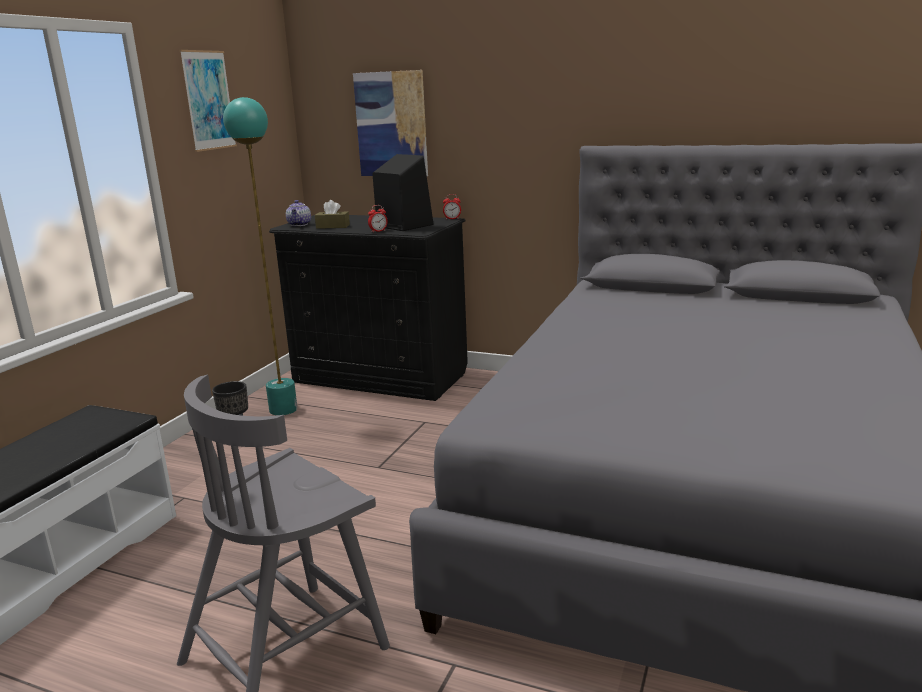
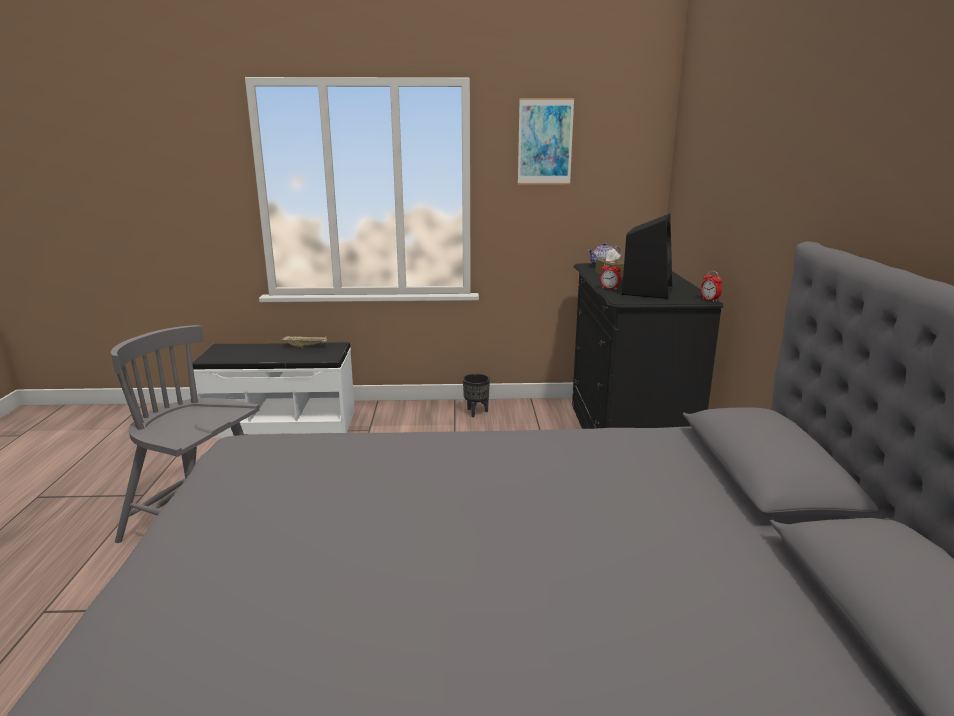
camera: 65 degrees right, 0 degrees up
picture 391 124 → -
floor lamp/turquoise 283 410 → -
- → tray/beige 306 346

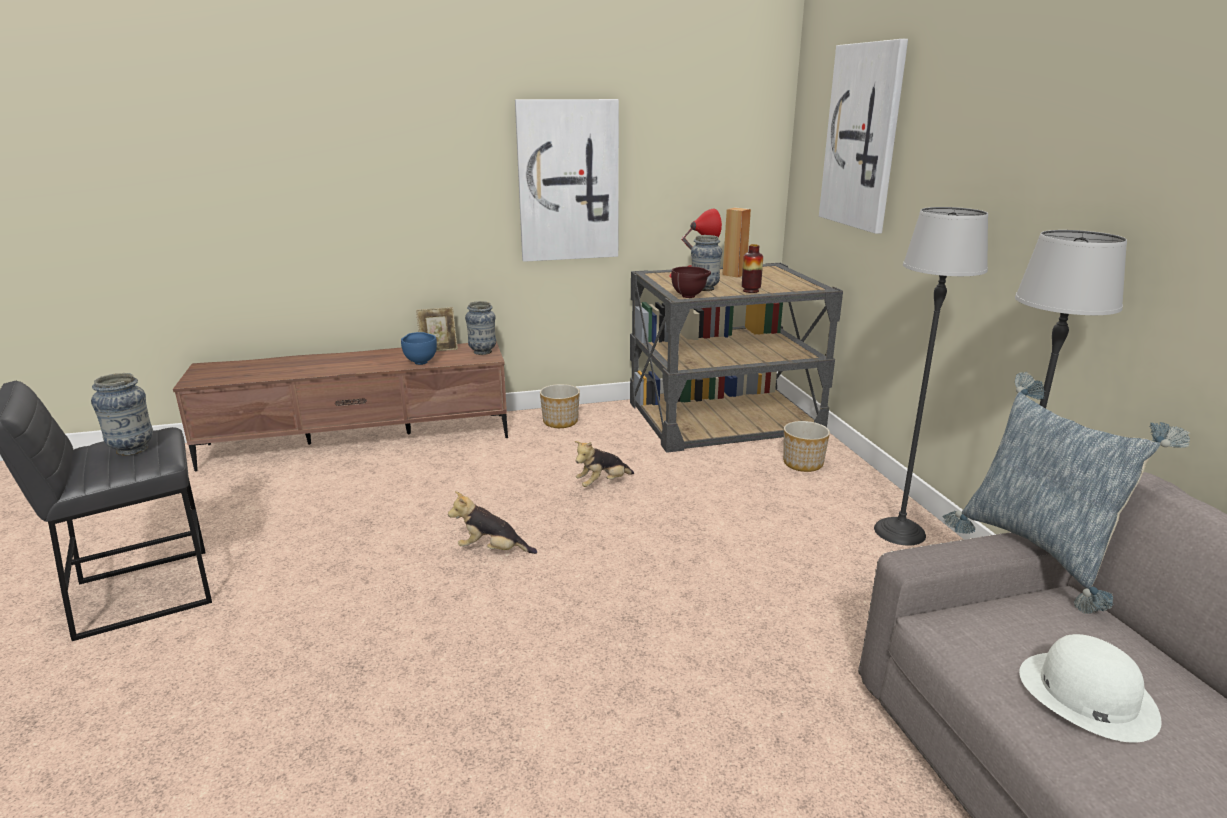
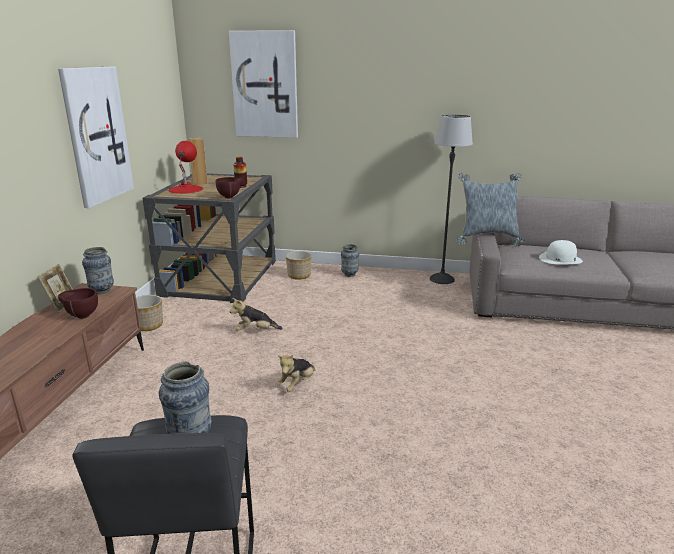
camera: 65 degrees left, 0 degrees up
floor lamp 900 532 → -
vase 704 289 → vase 349 275, relocated
bowl/blue 420 362 → bowl/brown 81 316
plush toy 602 483 → plush toy 255 331, 90 degrees clockwise

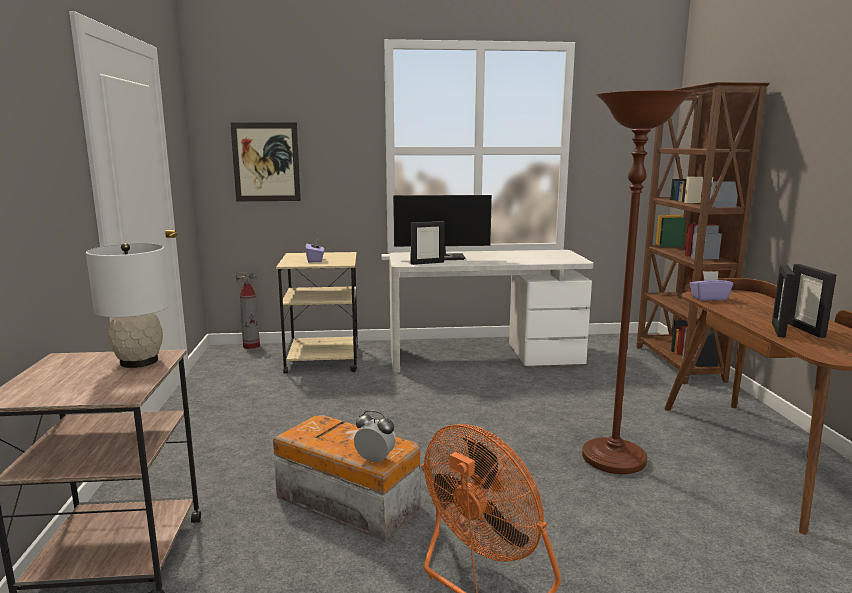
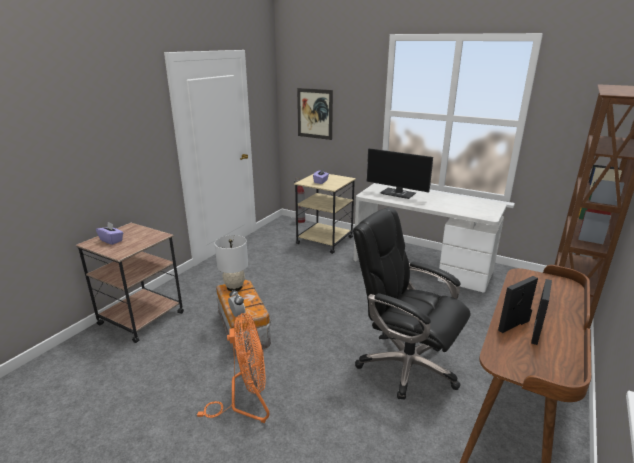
camera: 35 degrees right, 10 degrees up
floor lamp/brown 613 459 → office chair/black 405 365
picture frame 427 263 → -
table lamp/white 139 361 → table lamp/white 234 287, relocated
tissue box/purple 709 298 → tissue box/purple 111 240, relocated

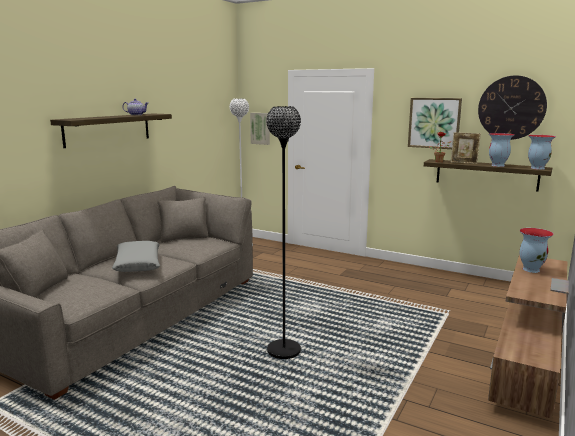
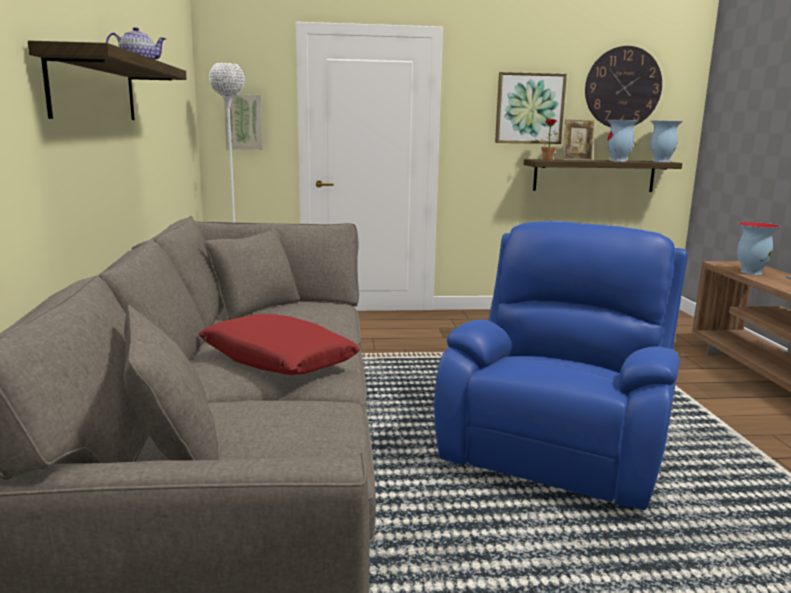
camera: 35 degrees left, 0 degrees up
floor lamp/black 284 351 → armchair/blue 557 449
pillow/grey 137 264 → pillow/red 277 359

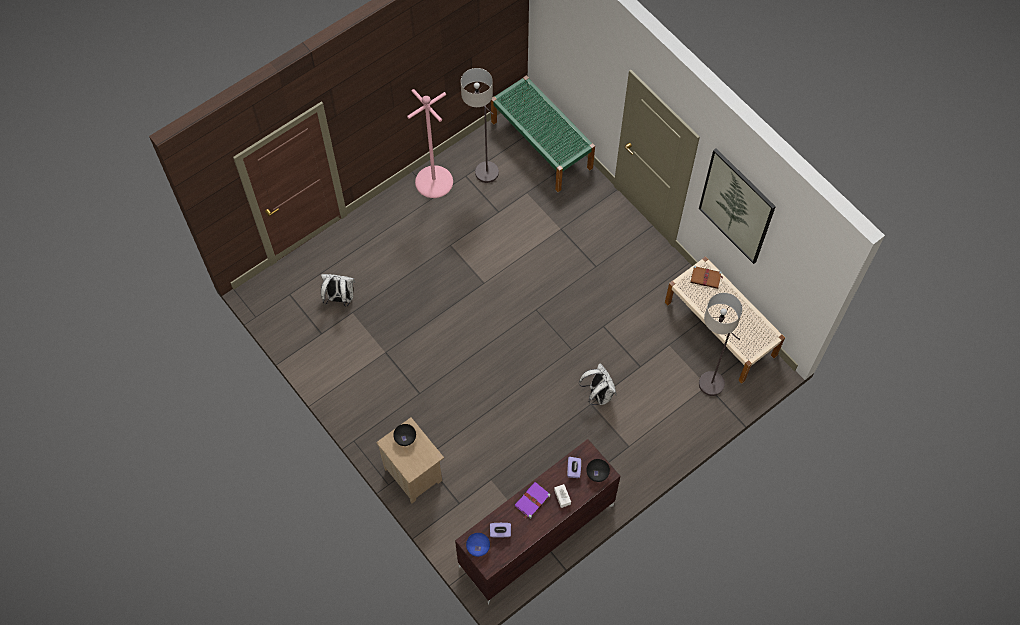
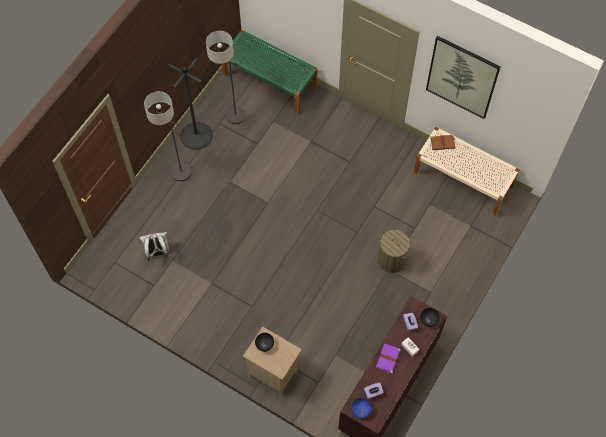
camera: 20 degrees left, 0 degrees up
clothes rack/pink 434 181 → clothes rack/black 196 135
floor lamp/grey 705 379 → floor lamp/grey 175 170, relocated
backpack/white 598 394 → laundry basket 391 260

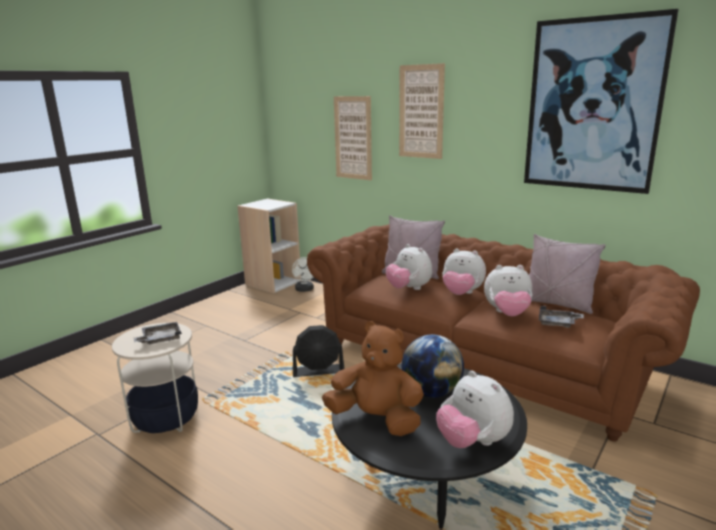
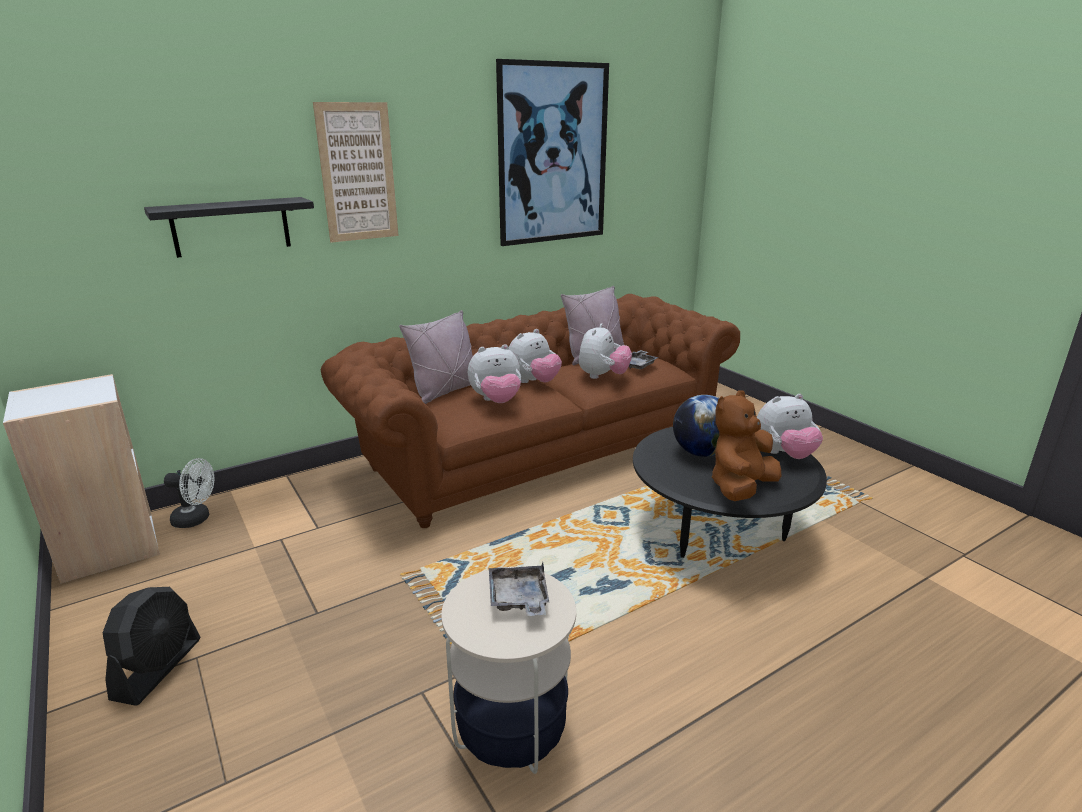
camera: 70 degrees left, 5 degrees up
picture 353 138 → shelf/black 231 226
fan/black 318 371 → fan/black 158 668, relocated

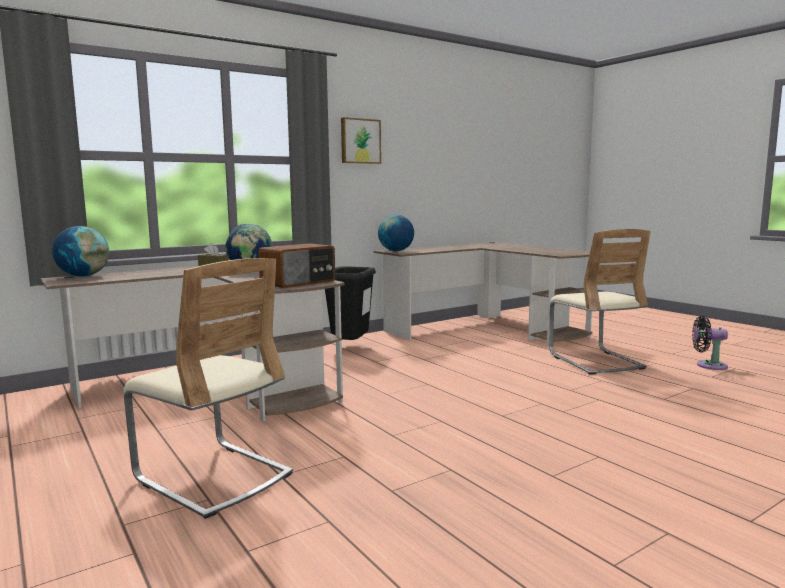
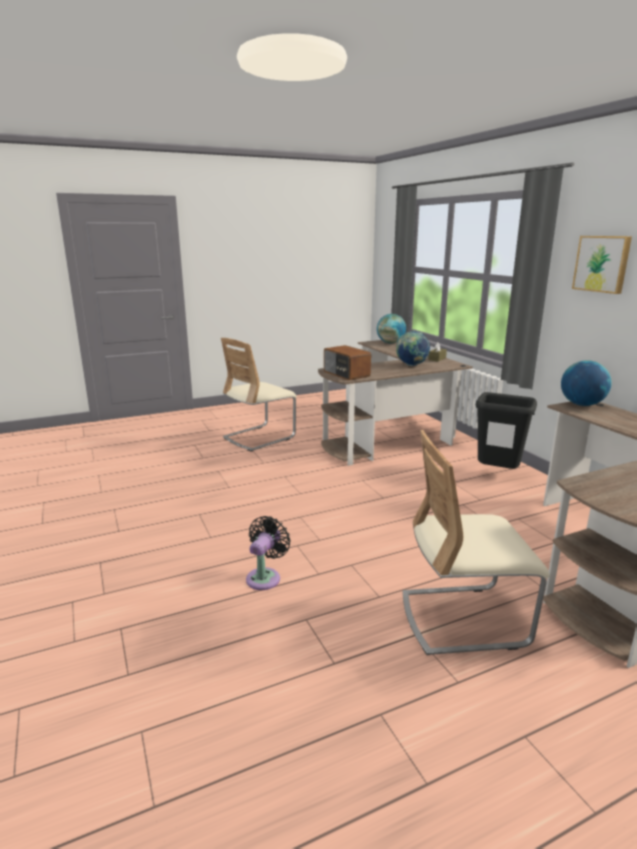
camera: 100 degrees right, 10 degrees up
fan/black 708 365 → fan/black 265 577, relocated

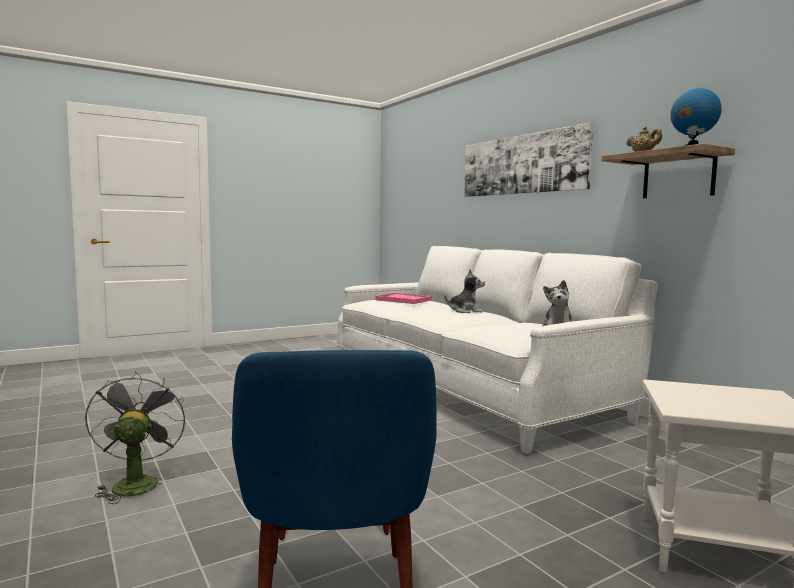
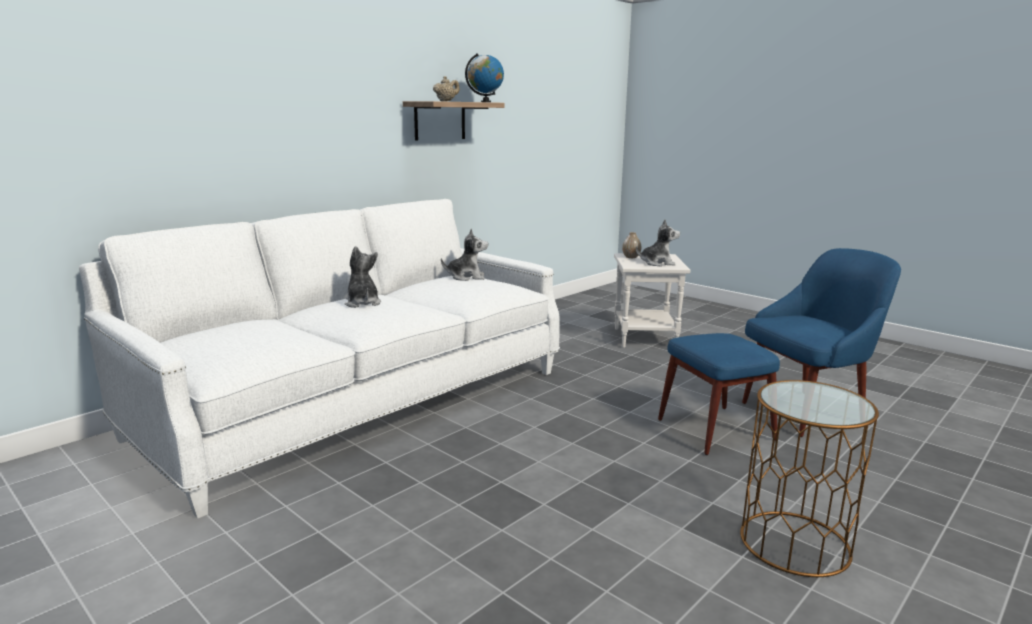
camera: 105 degrees left, 10 degrees up
picture 521 165 → -
tray/pink 403 300 → -
fan/grey 135 483 → side table/brown 795 543
- → plush toy 657 263
- → vase 631 257

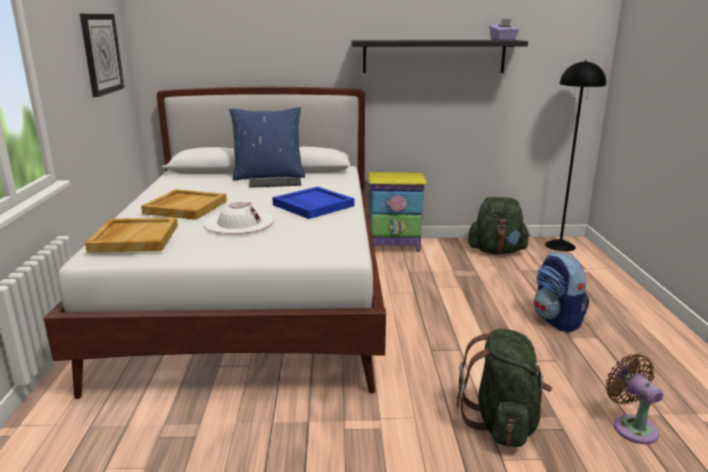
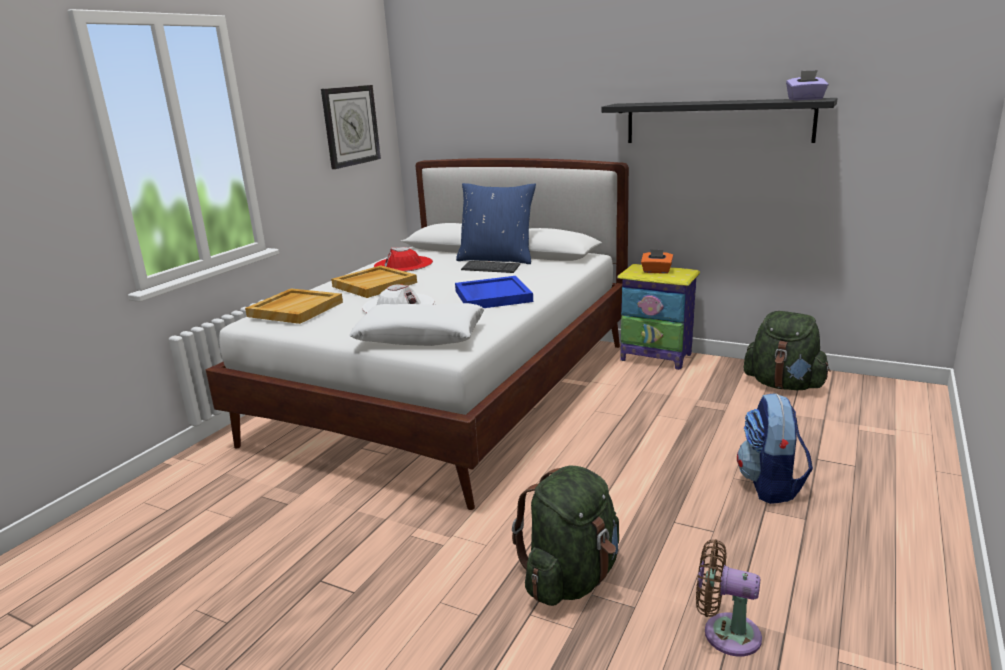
camera: 30 degrees right, 0 degrees up
floor lamp/black 560 245 → -
fan/brown 631 426 → fan/brown 725 633, 75 degrees counterclockwise
- → hat/red 403 264
- → tissue box/orange 656 271
- → pillow/white 420 336

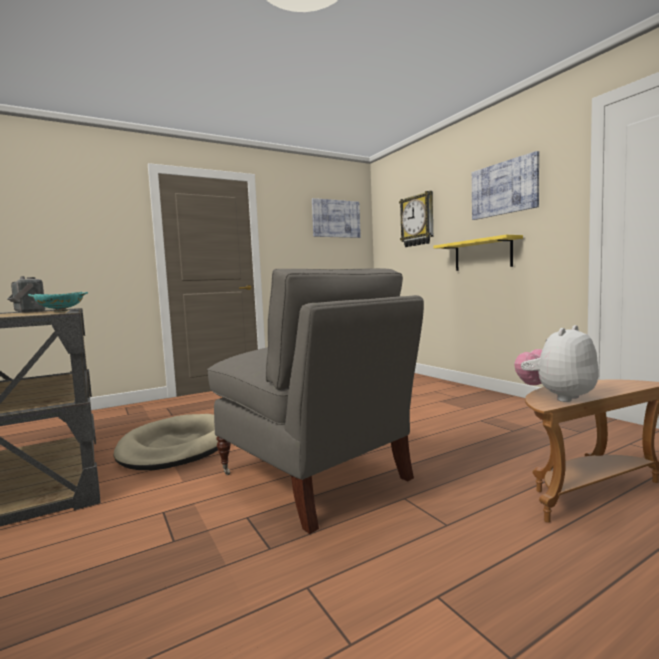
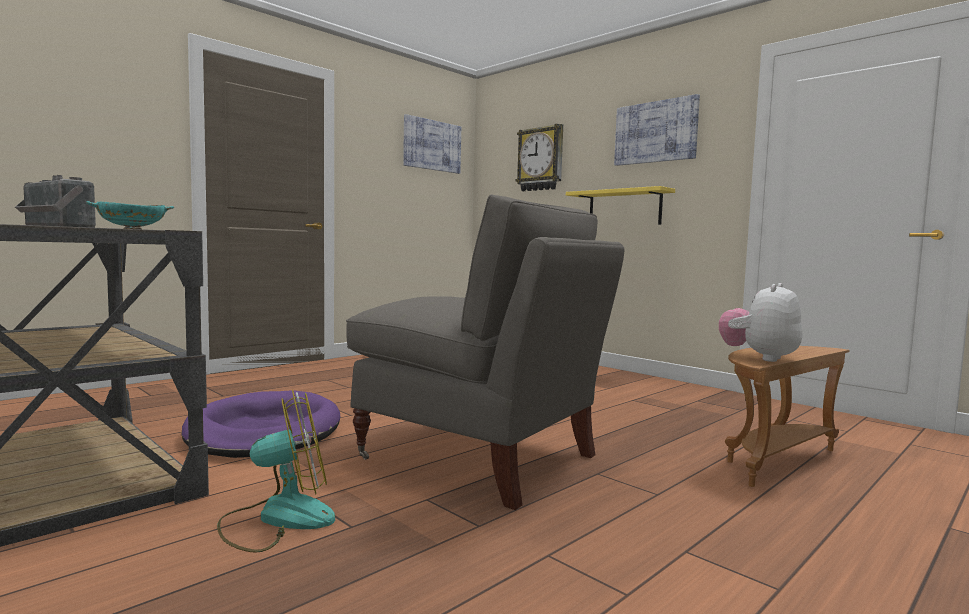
camera: 15 degrees left, 0 degrees up
dog bed/beige 176 447 → dog bed/purple 264 431
- → fan 278 518

